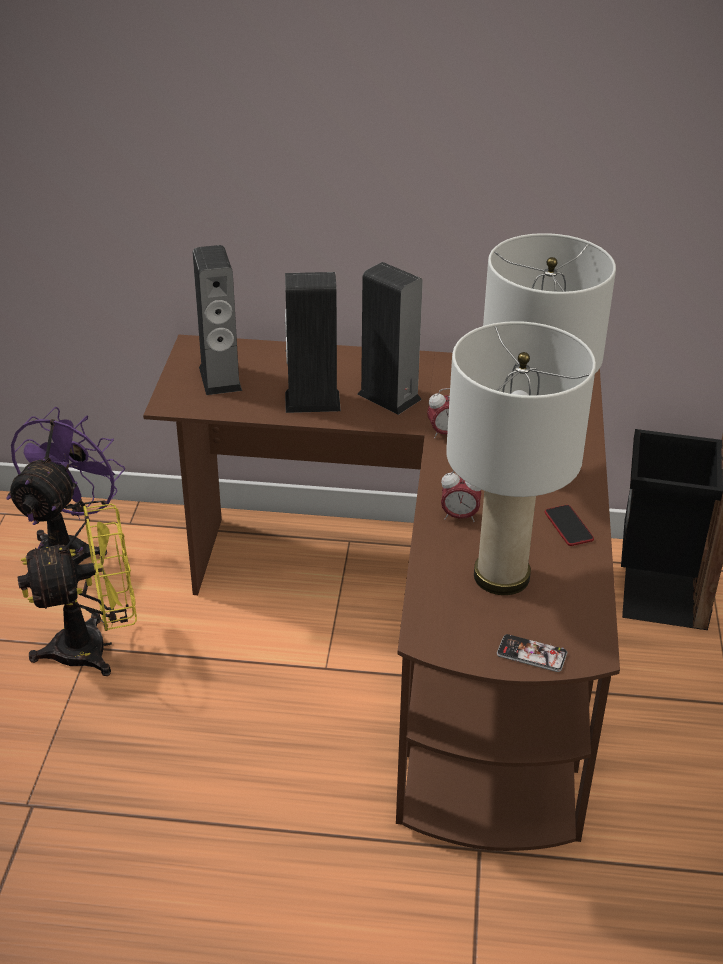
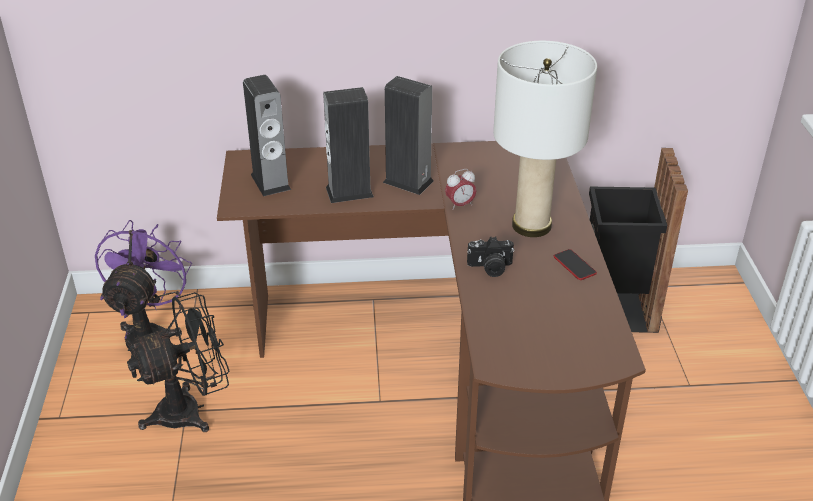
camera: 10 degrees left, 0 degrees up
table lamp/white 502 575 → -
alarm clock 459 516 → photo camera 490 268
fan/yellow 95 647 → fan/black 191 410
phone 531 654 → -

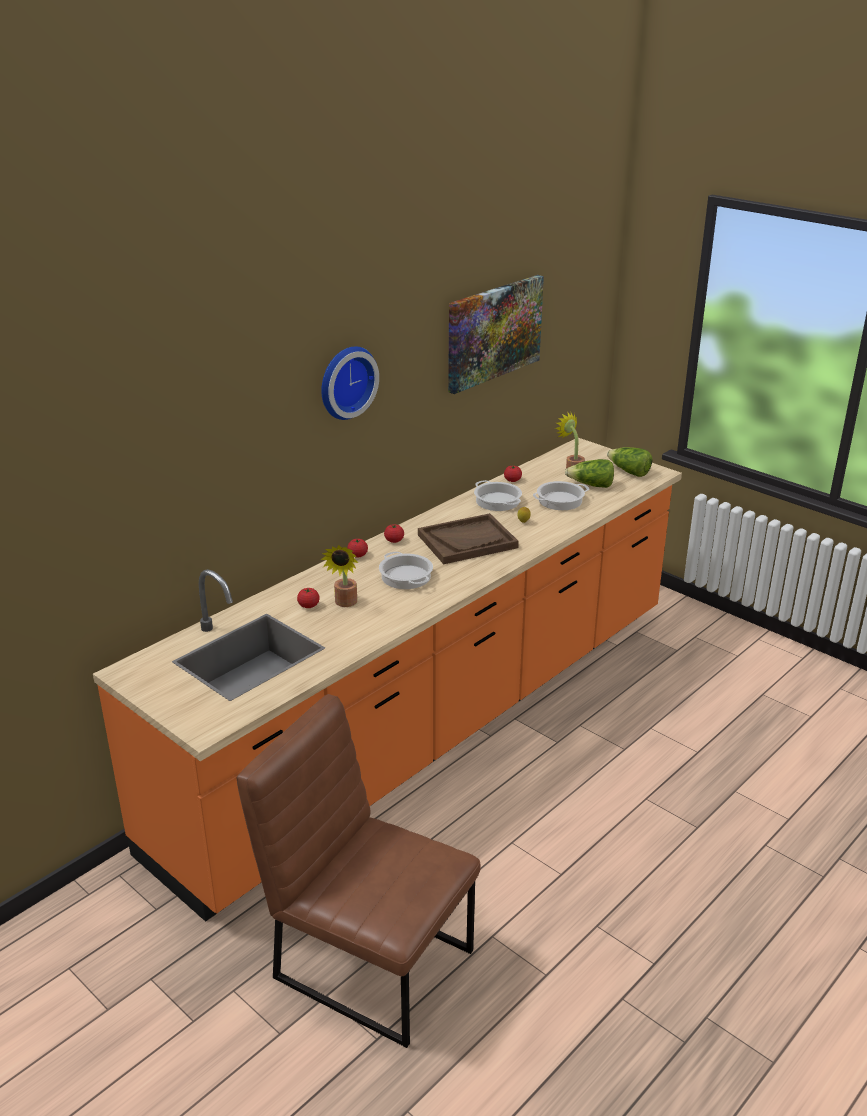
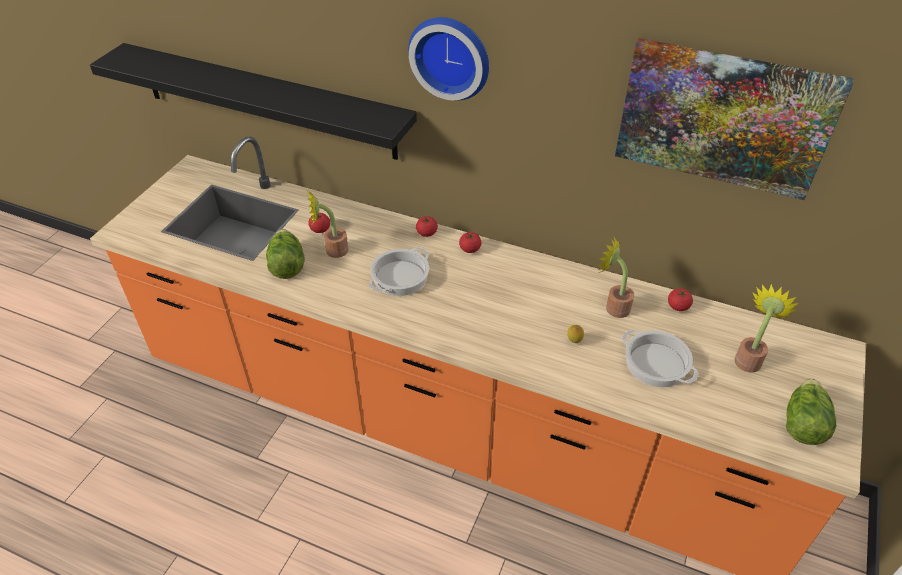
camera: 70 degrees right, 15 degrees up
lettuce 591 485 → lettuce 286 265, relocated
cooking pot 498 501 → potted plant 613 306
tray/brown 467 541 → -
chair/brown 369 960 → -
- → shelf/black 265 101

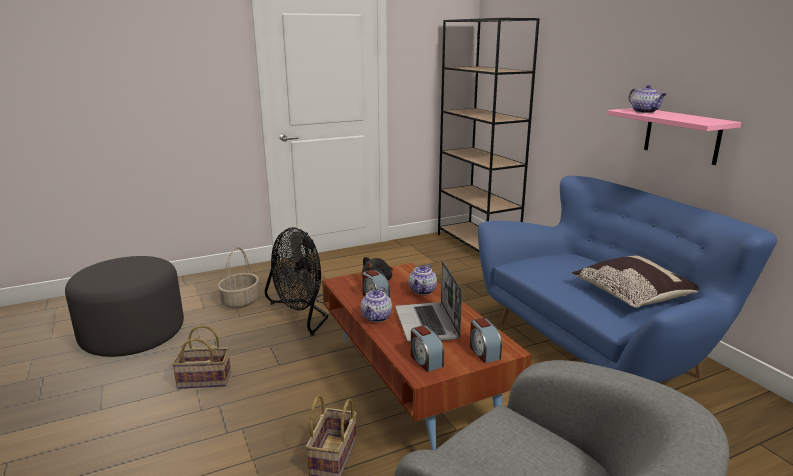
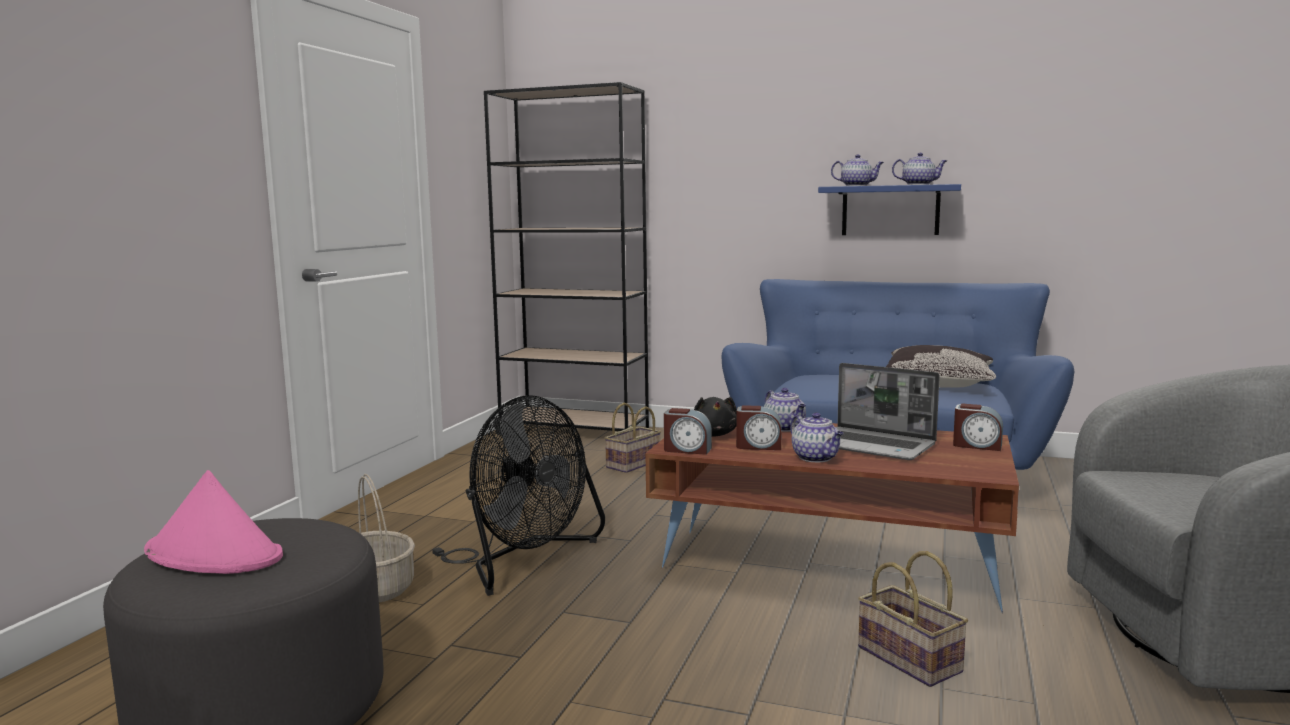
camera: 45 degrees left, 10 degrees down
shelf/pink 681 135 → shelf/blue 890 210
fan/black 304 312 → fan/black 518 561, 60 degrees counterclockwise
basket 203 381 → basket 633 464, relocated
alarm clock 425 360 → alarm clock 687 450, relocated
- → teapot 919 184
- → hat/pink 214 554

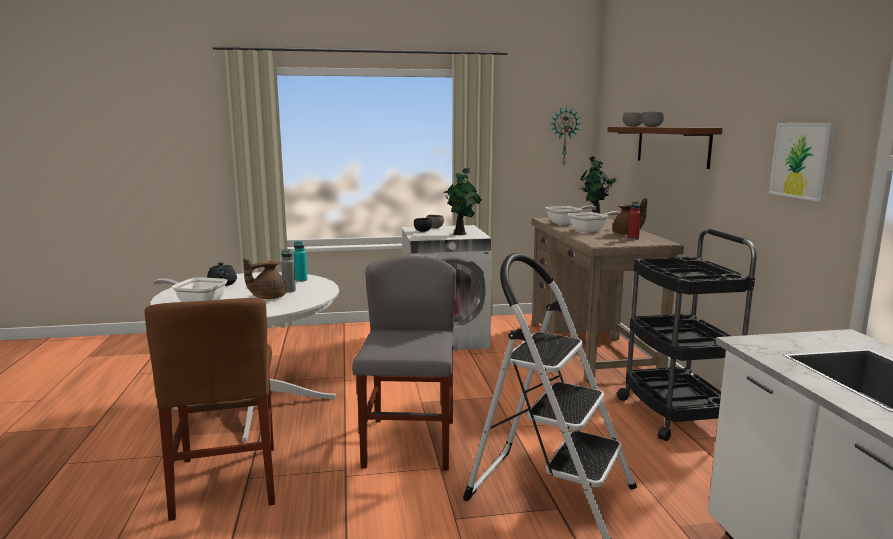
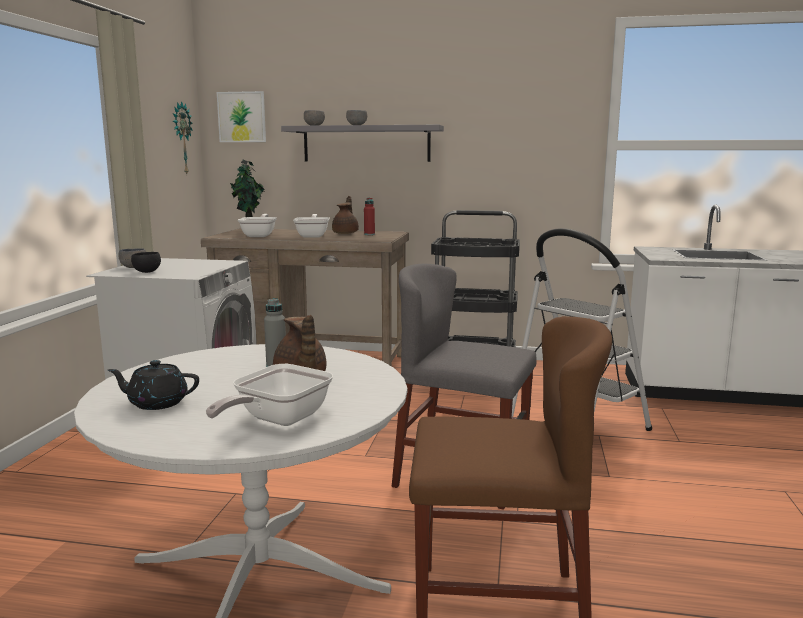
camera: 70 degrees left, 0 degrees up
picture 802 160 → picture 242 117, relocated
shelf/brown 672 145 → shelf/grey 366 144
potted plant 461 234 → -
bottle/turquoise 301 280 → -

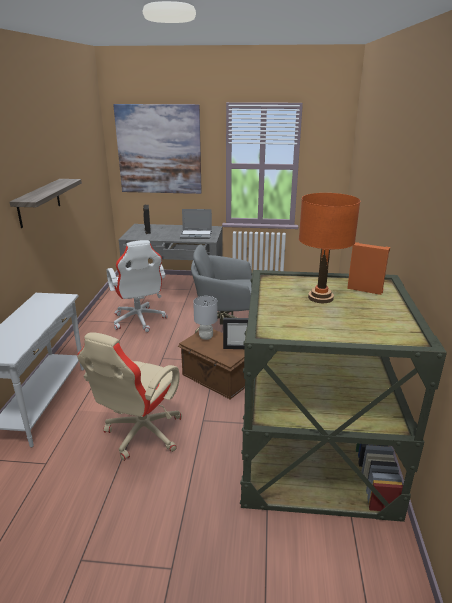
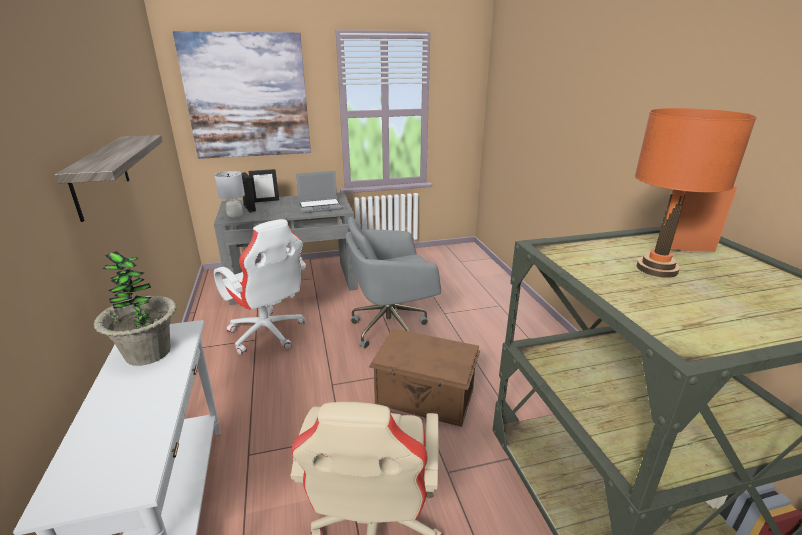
camera: 20 degrees left, 0 degrees up
table lamp/grey 205 337 → table lamp/grey 235 216, relocated
picture frame 237 347 → picture frame 266 200, relocated
- → potted plant 148 353

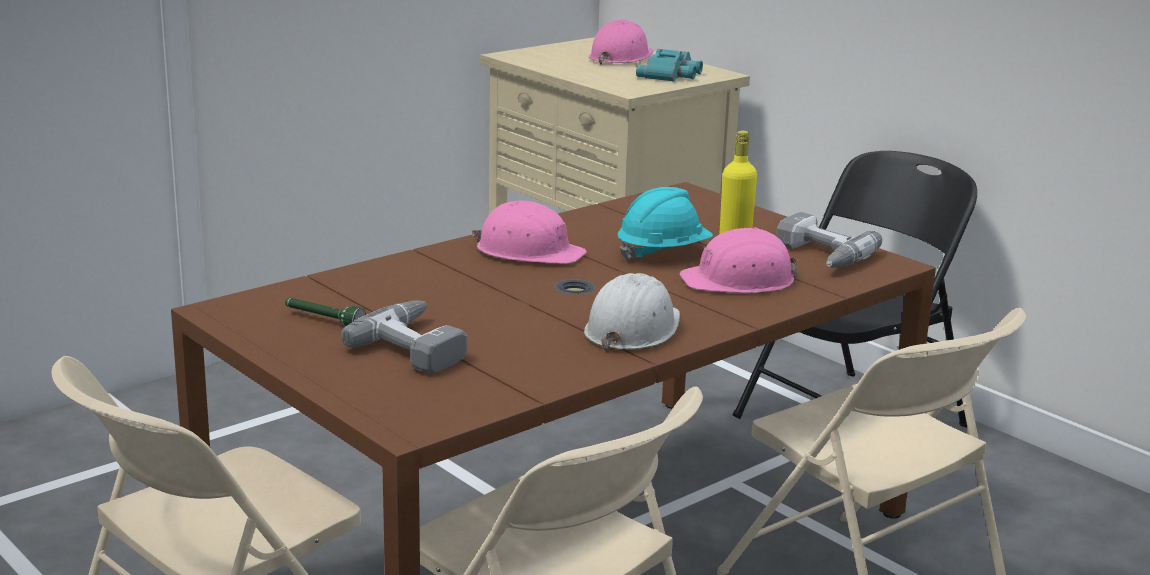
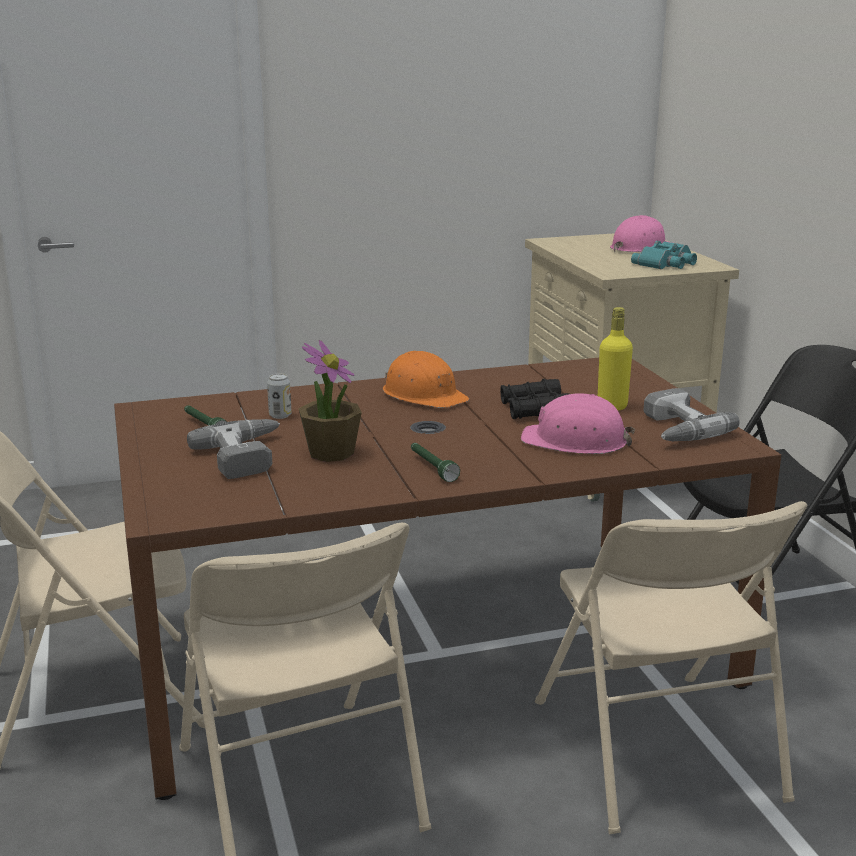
camera: 25 degrees right, 0 degrees up
hard hat/turquoise 663 253 → binoculars/black 534 410
hard hat/pink 529 251 → hard hat/orange 424 395
hard hat/white 632 329 → flashlight/green 432 468
- → potted plant 331 452
- → can 280 415

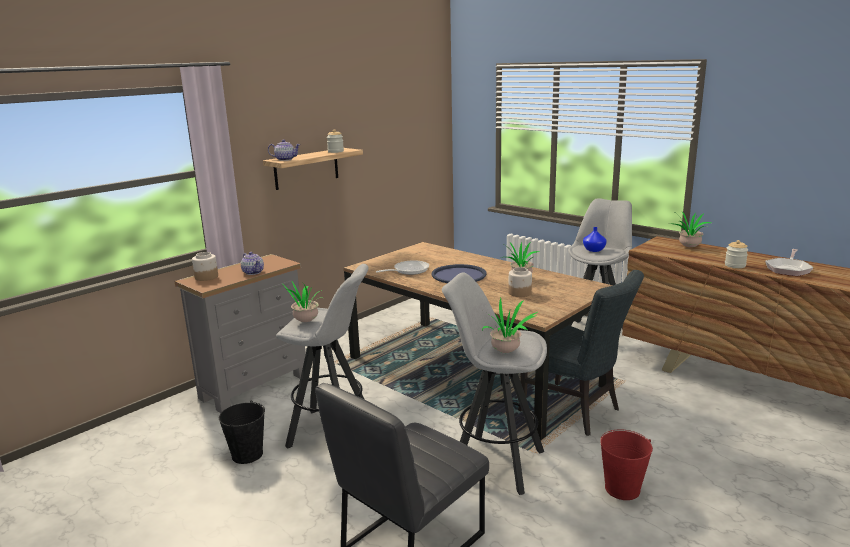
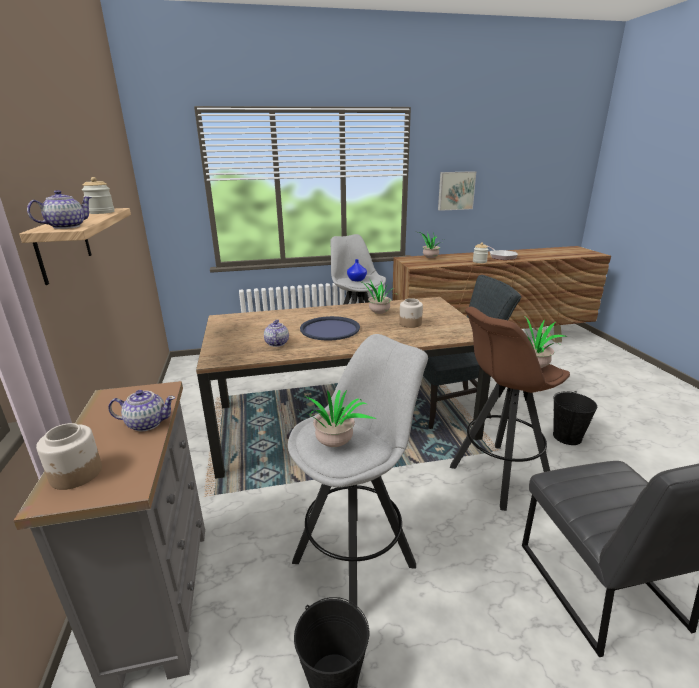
camera: 55 degrees left, 5 degrees up
frying pan 408 270 → teapot 276 343
stool/grey 494 462 → stool/brown 497 475
bucket/red 622 489 → bucket/black 567 437
- → picture 456 190

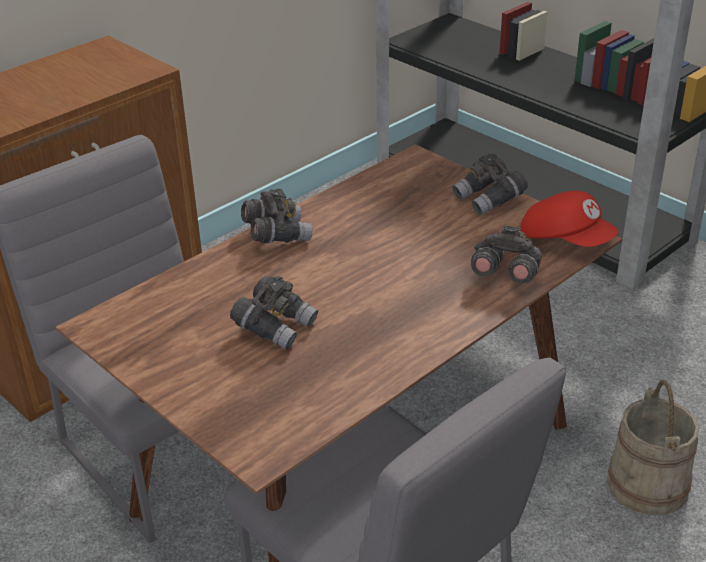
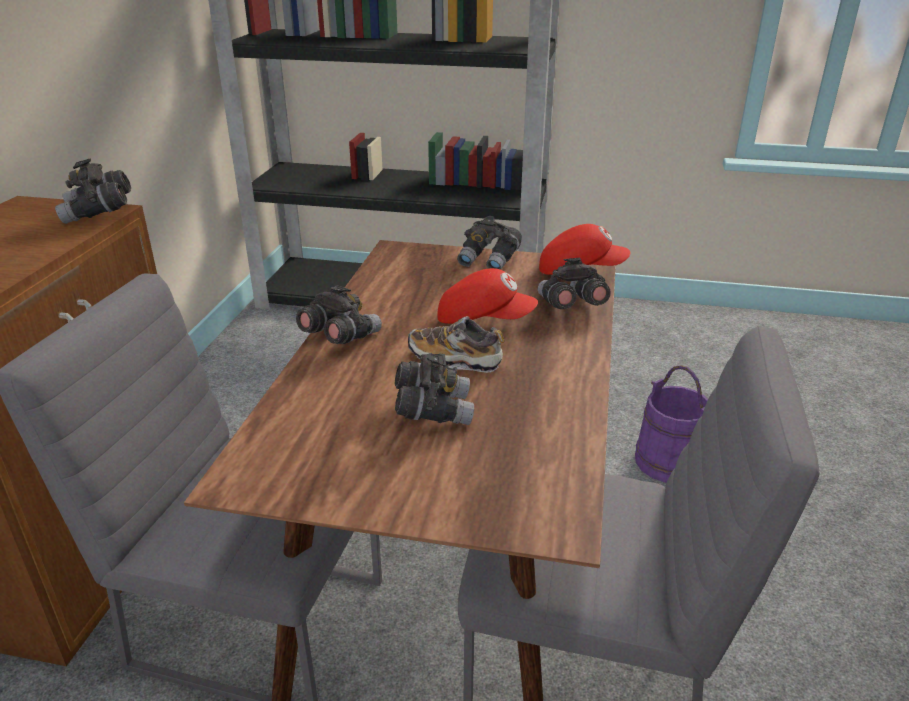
camera: 35 degrees left, 5 degrees down
bucket/beige 648 484 → bucket/purple 669 461
- → binoculars/grey 99 214
- → cap/red 484 320
- → shoe 455 359

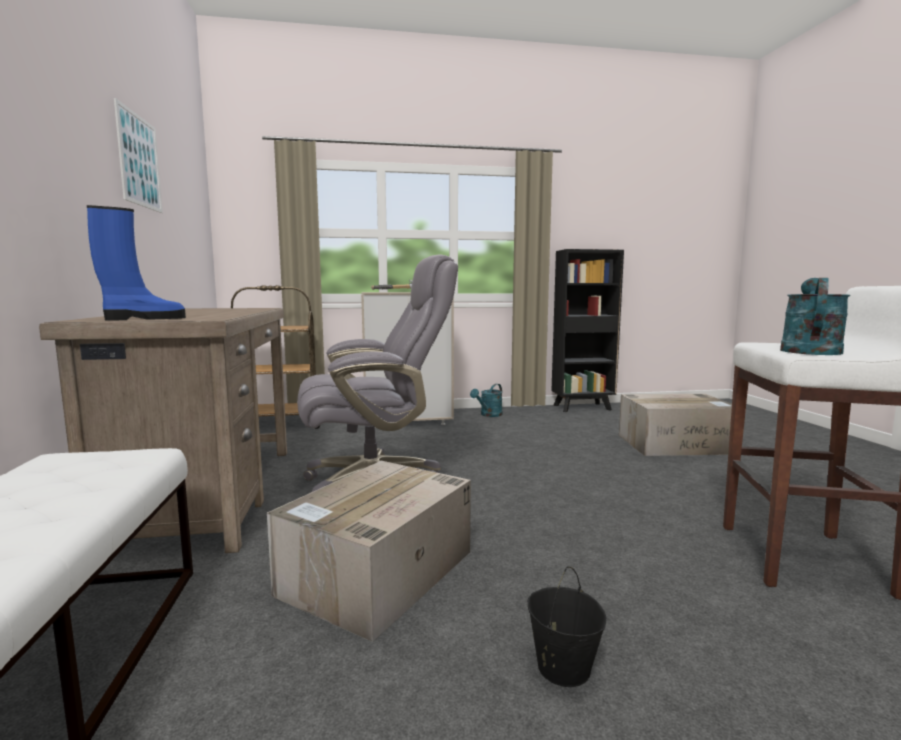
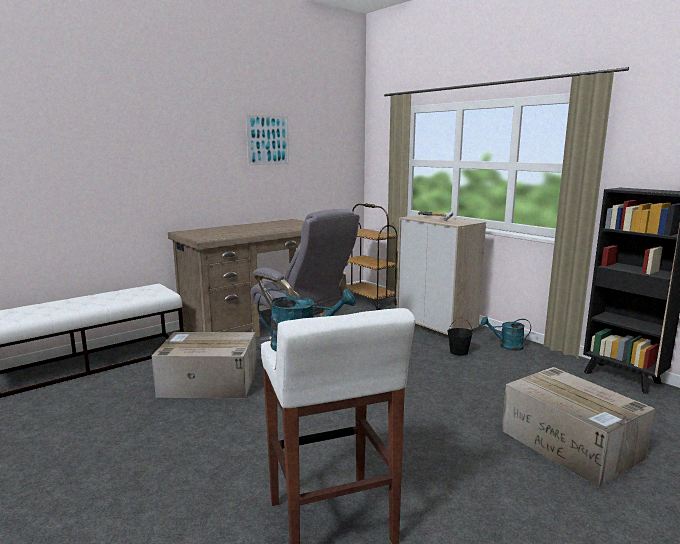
camera: 60 degrees right, 5 degrees up
boot/blue 143 319 → -
bucket/black 562 667 → bucket/black 459 352, relocated

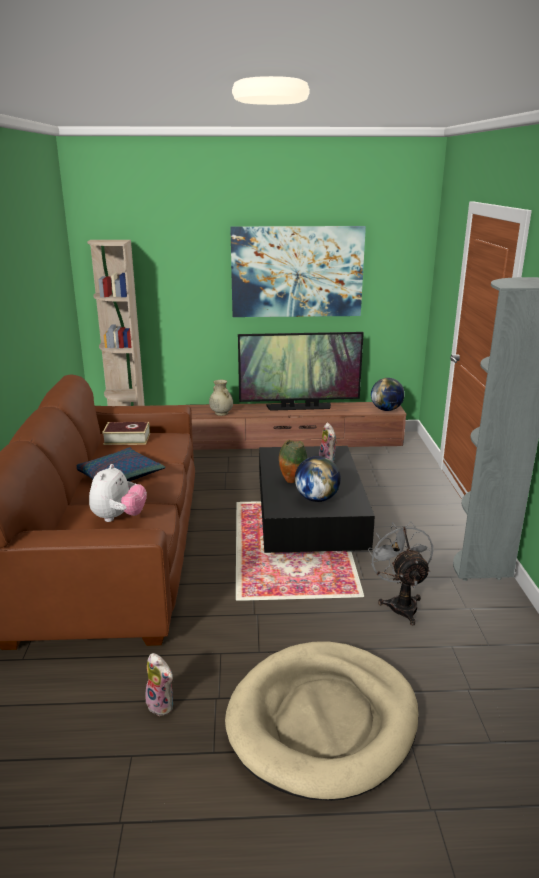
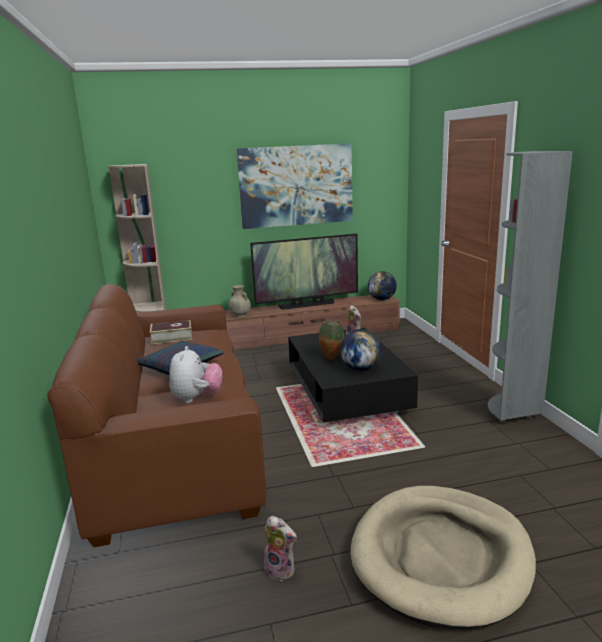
camera: 10 degrees left, 5 degrees down
fan/grey 400 603 → -

